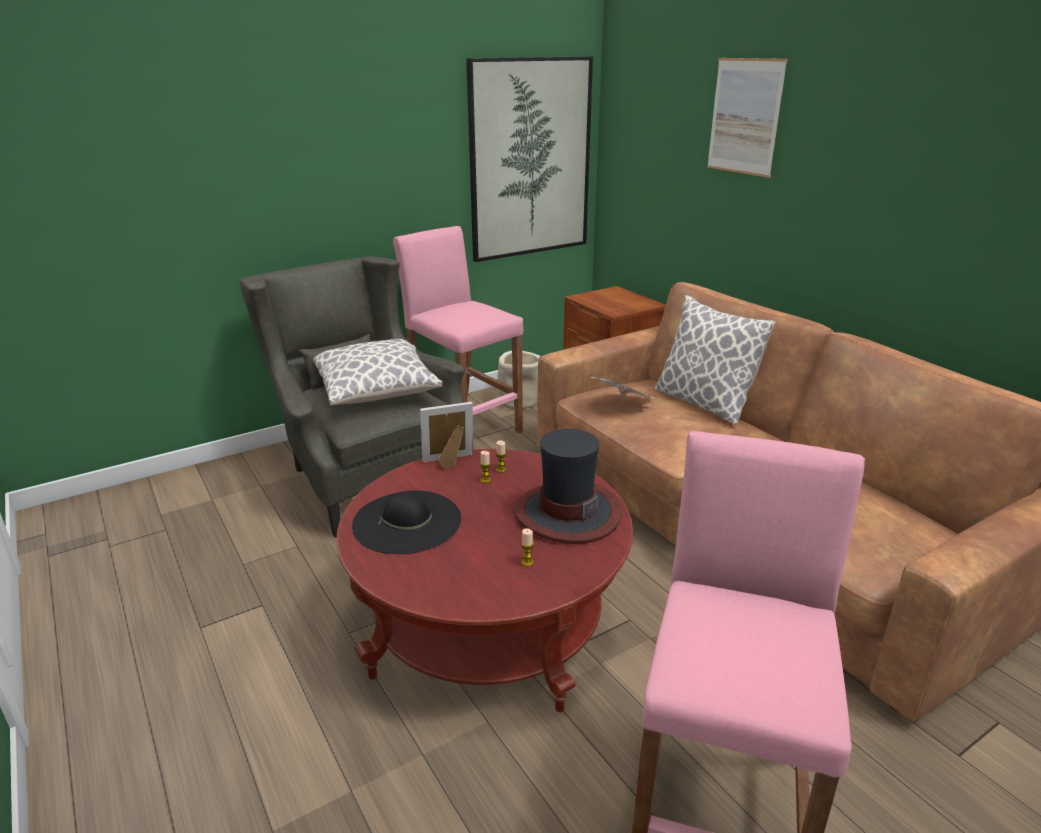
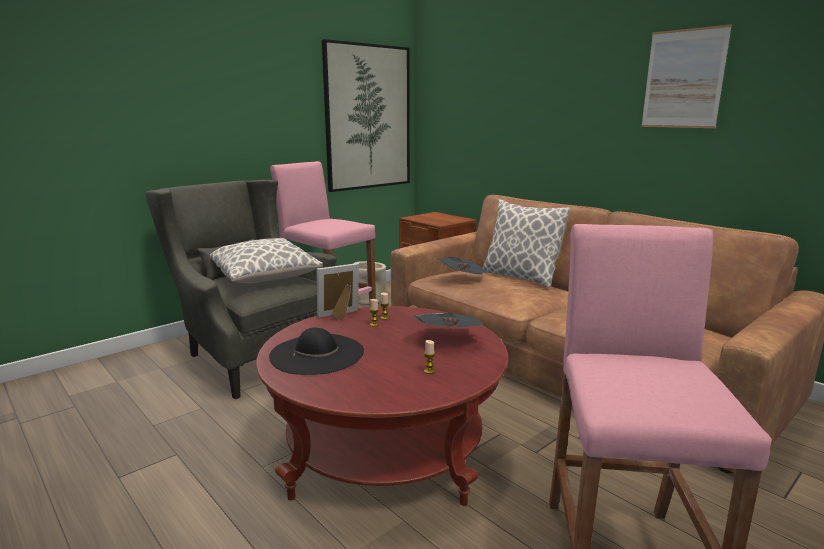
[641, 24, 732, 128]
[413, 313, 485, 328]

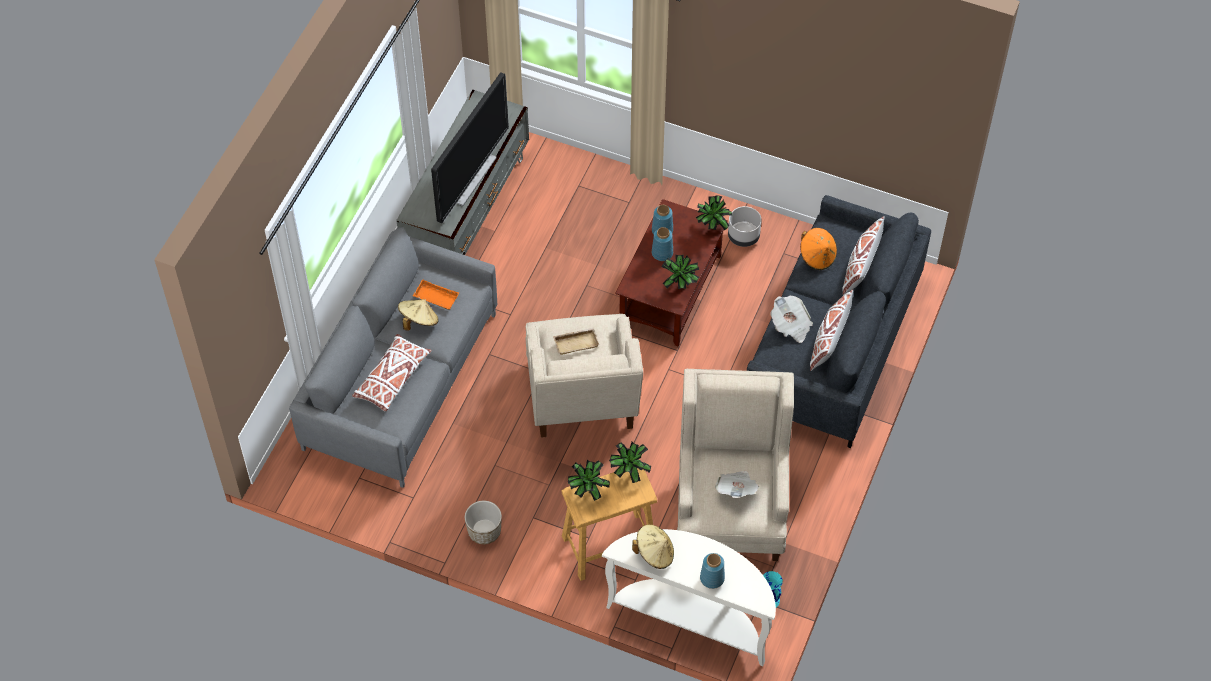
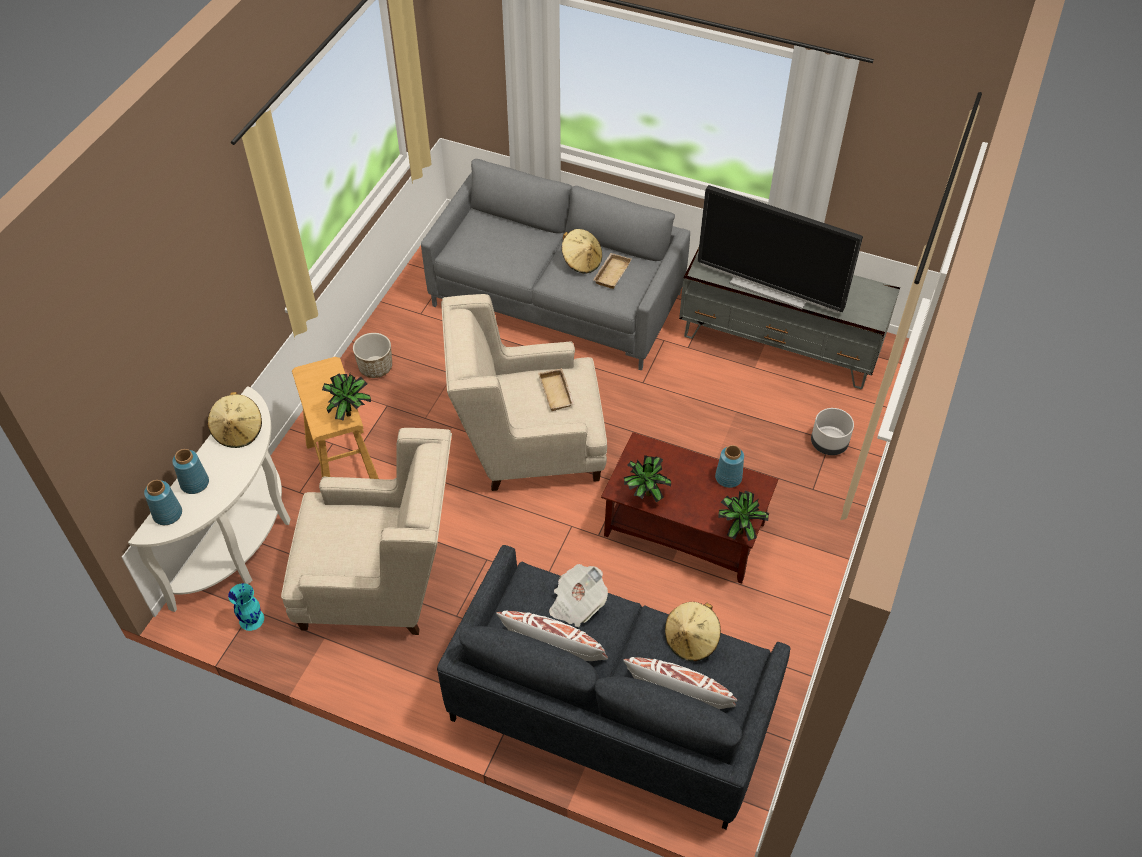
[352, 334, 432, 411] (first image)
[568, 460, 610, 501] (first image)
[715, 471, 759, 498] (first image)
[144, 480, 182, 525]
[811, 408, 854, 455]
[593, 253, 631, 289]
[665, 602, 721, 661]

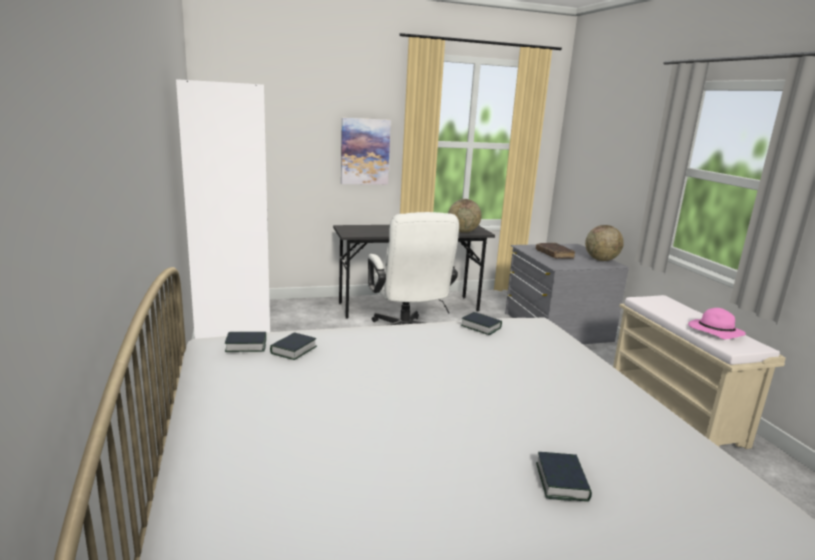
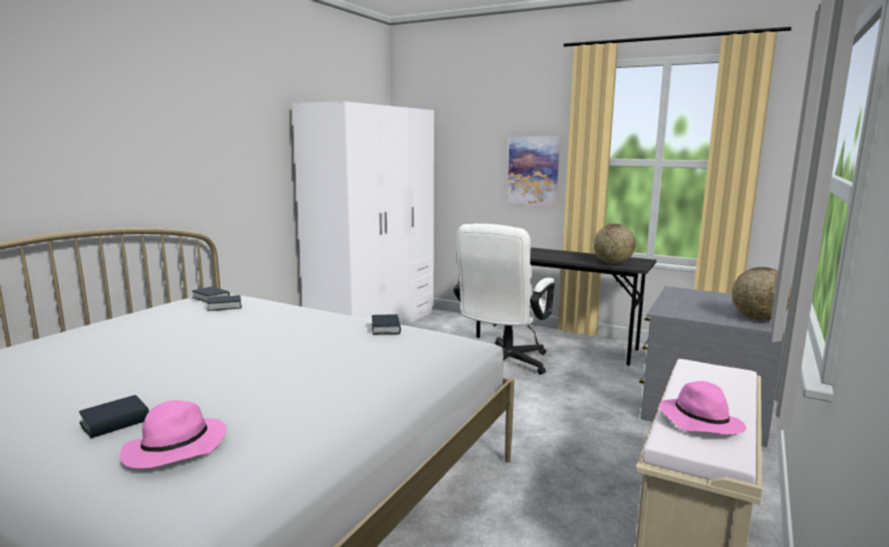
[536, 243, 575, 259] (first image)
[120, 400, 227, 469]

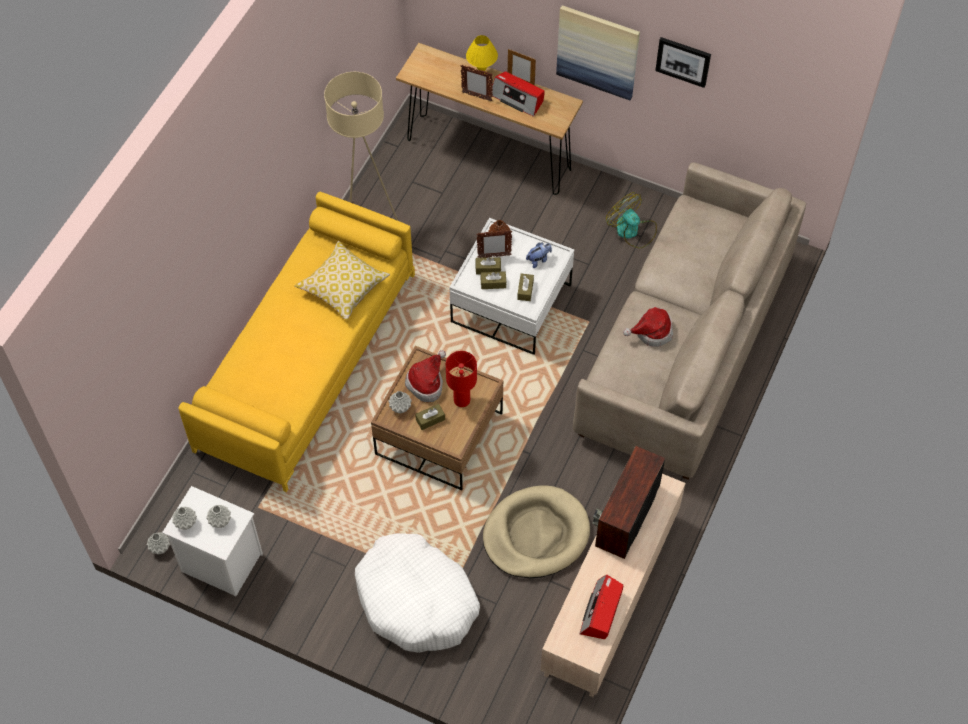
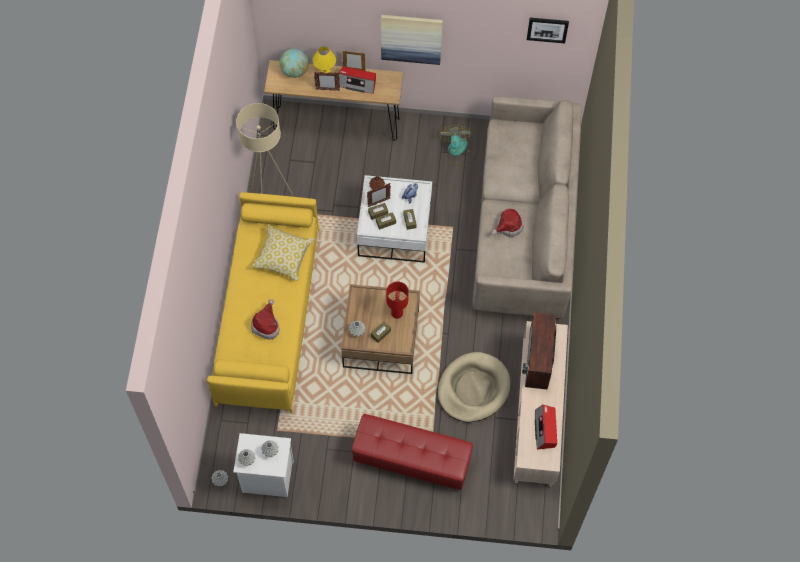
[279, 48, 309, 78]
[251, 299, 280, 340]
[527, 18, 569, 43]
[352, 414, 473, 490]
[439, 125, 476, 166]

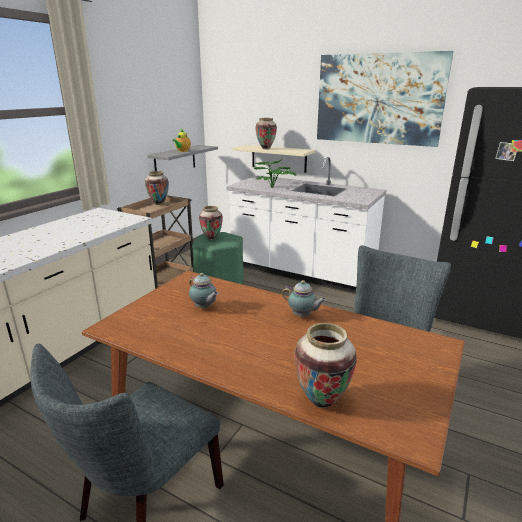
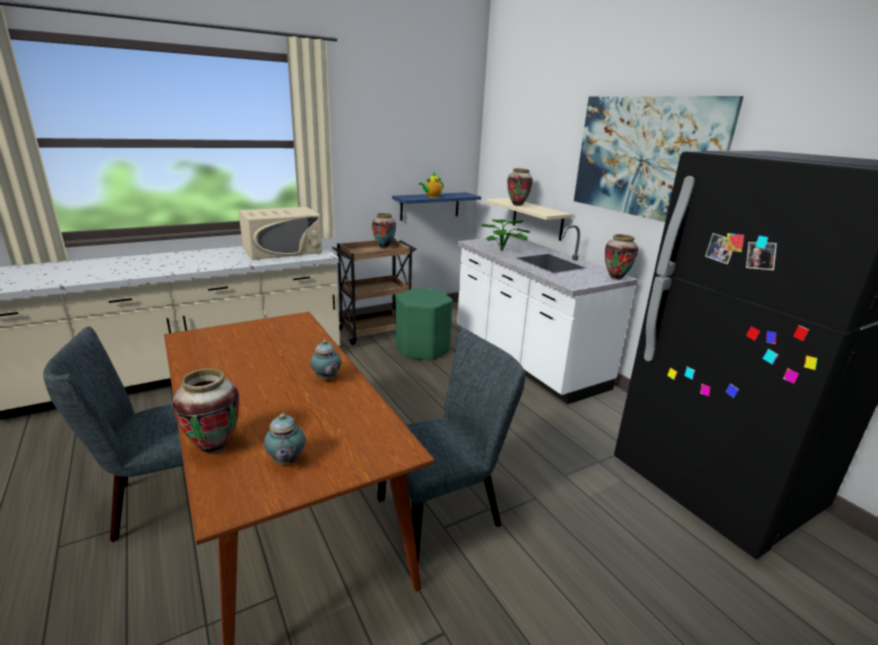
[238, 207, 322, 260]
[264, 412, 306, 465]
[605, 234, 638, 280]
[392, 192, 481, 221]

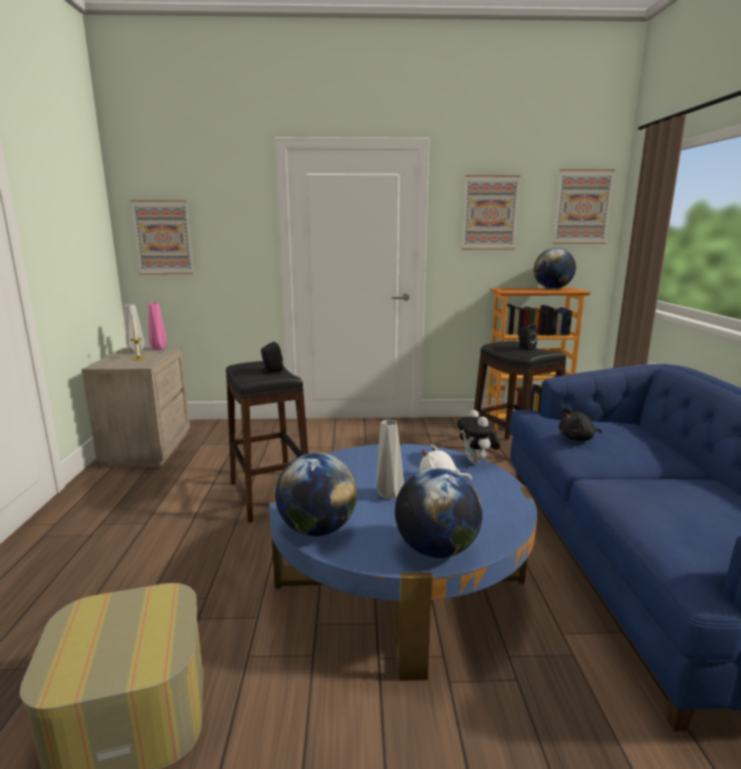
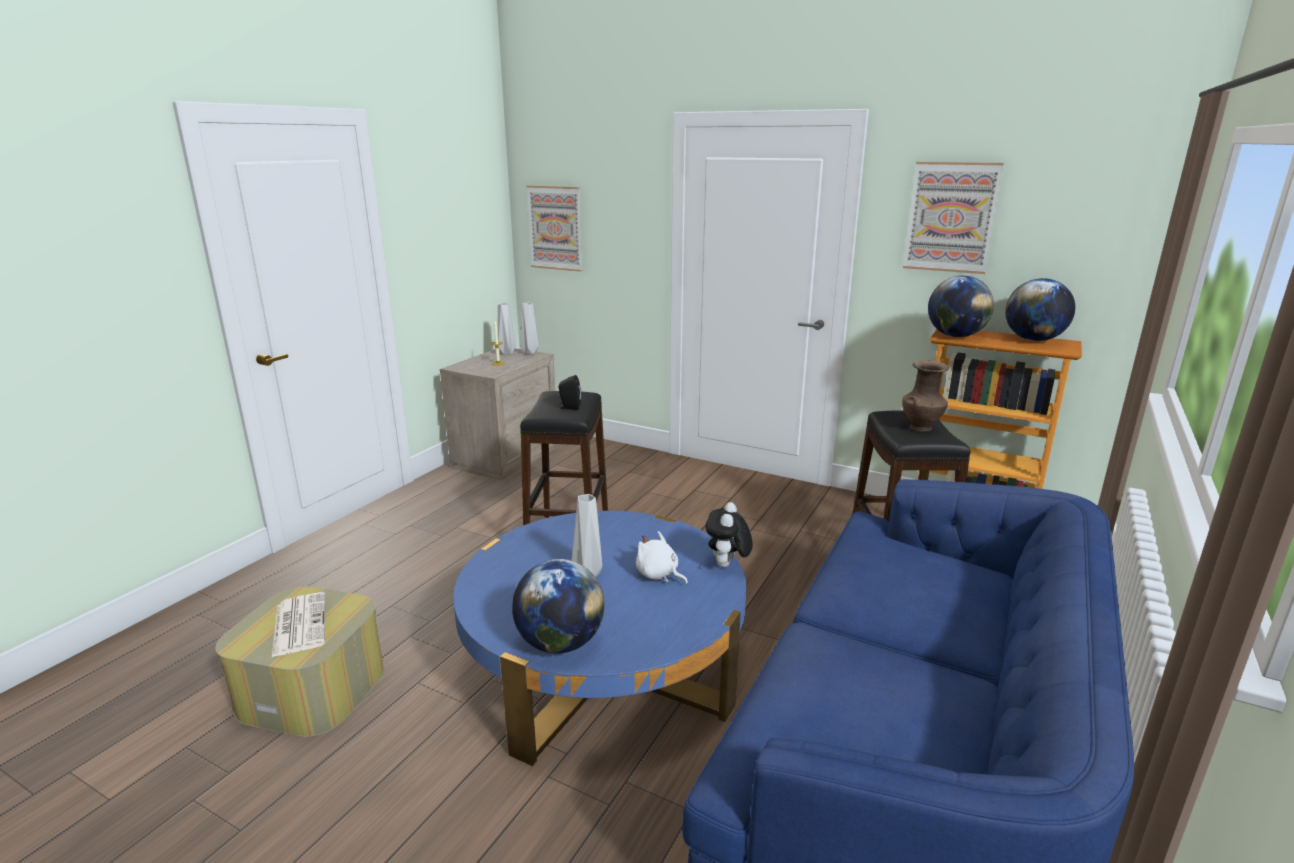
[553, 169, 615, 244] (first image)
[559, 407, 602, 441] (first image)
[272, 592, 325, 657]
[928, 276, 994, 337]
[902, 360, 949, 431]
[520, 303, 538, 355]

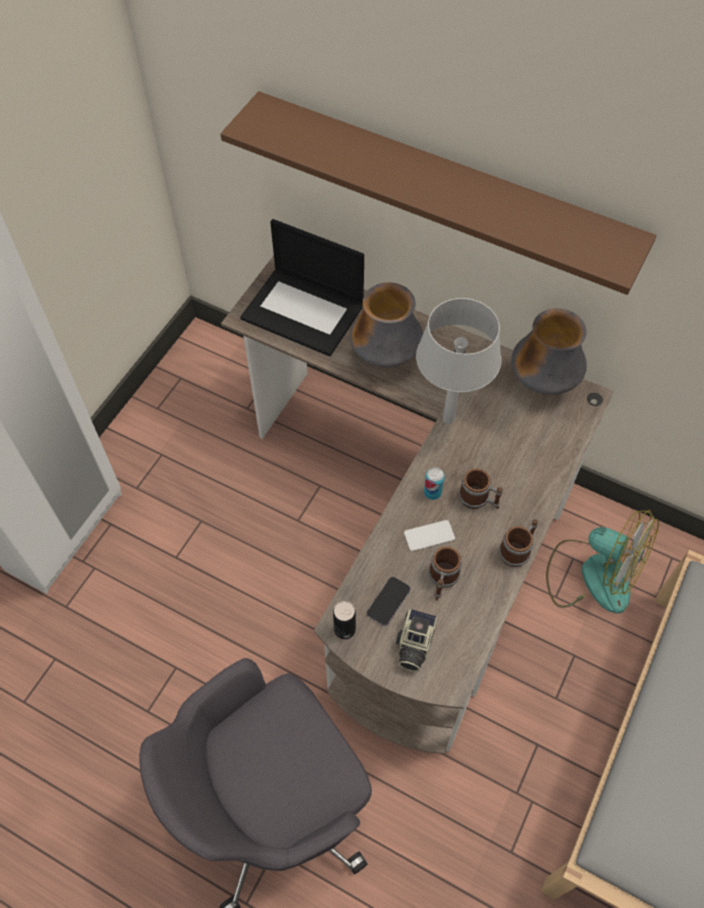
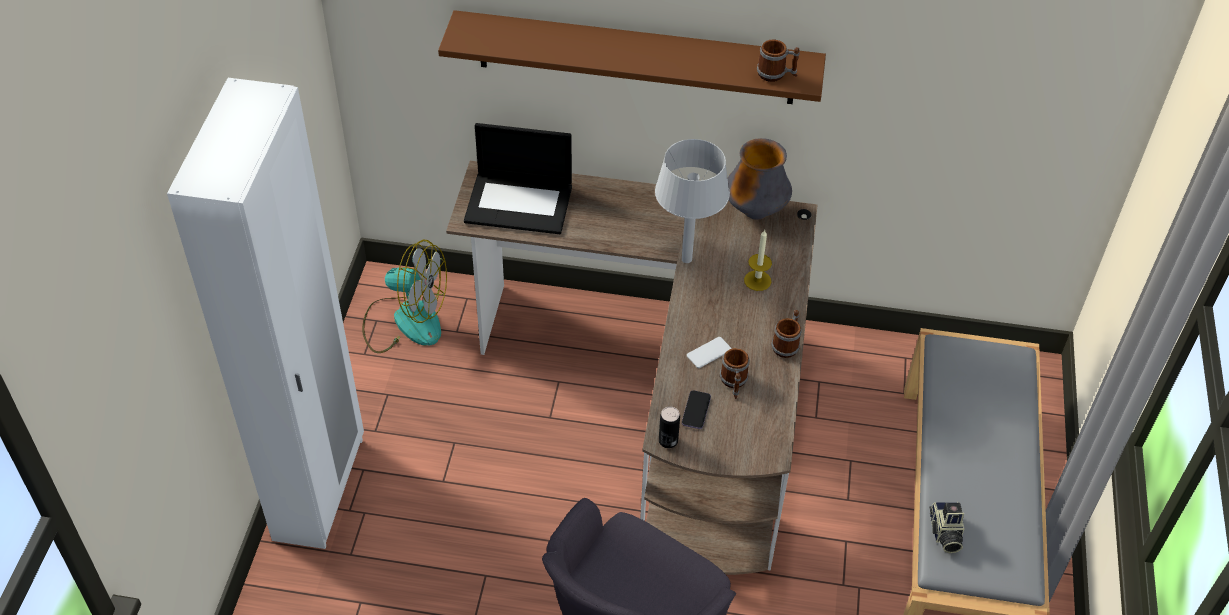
[350, 282, 423, 368] (first image)
[424, 467, 445, 500] (first image)
[744, 230, 772, 291]
[929, 502, 965, 553]
[757, 40, 800, 82]
[362, 239, 447, 353]

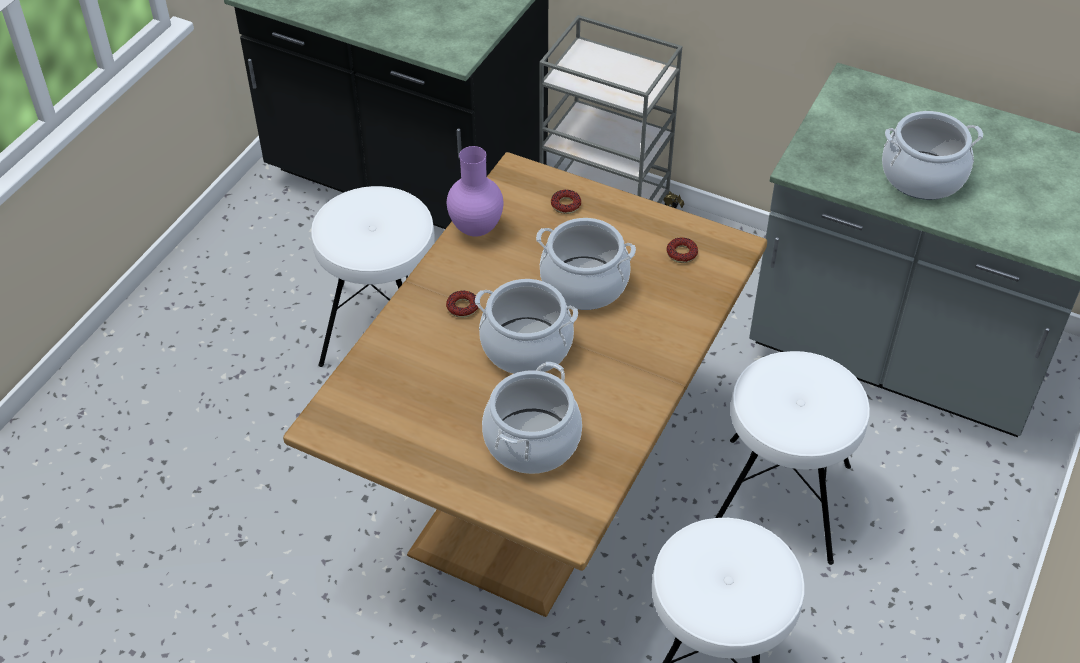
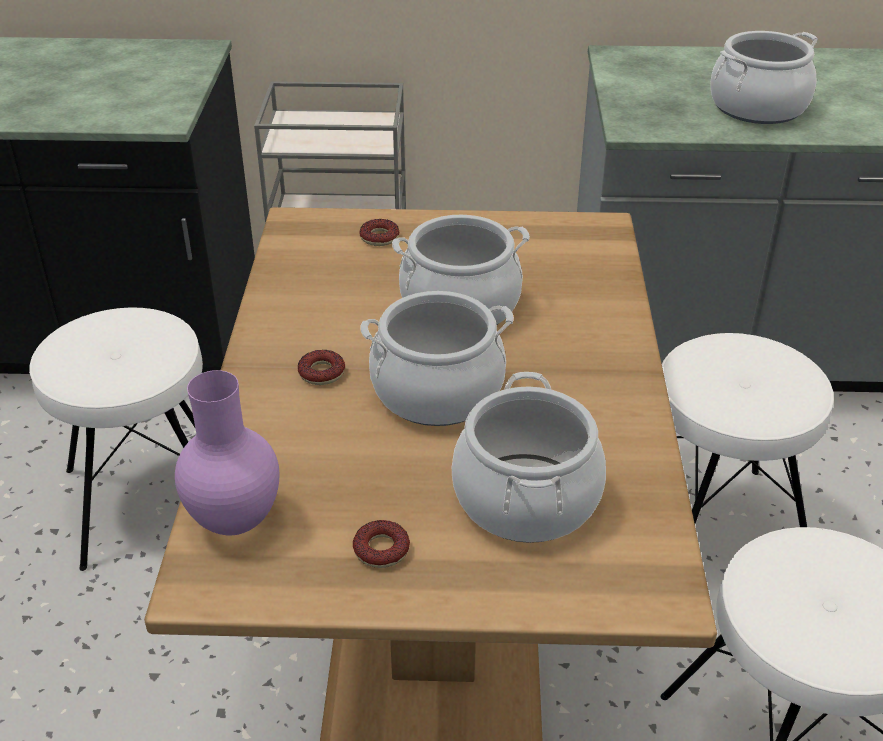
[175, 370, 280, 535]
[353, 520, 410, 568]

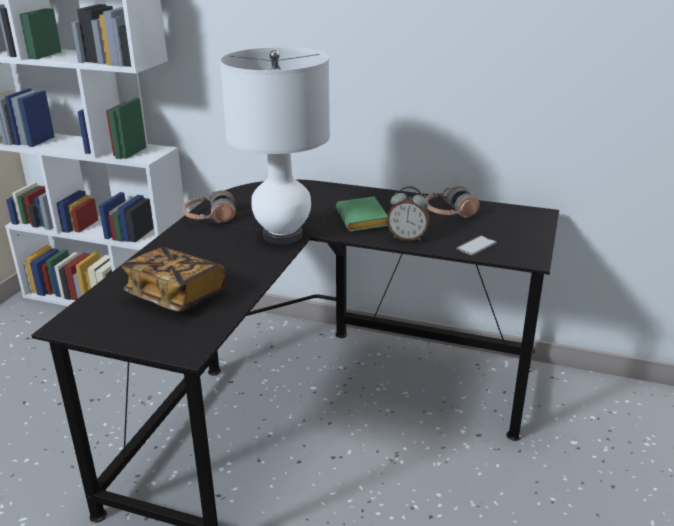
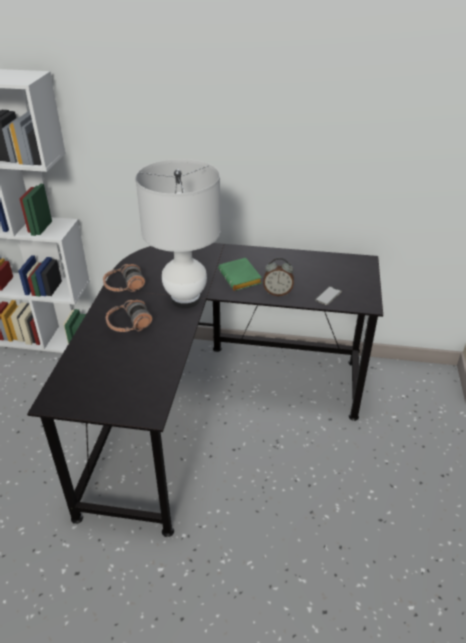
[122, 247, 225, 312] (first image)
[106, 300, 152, 332]

